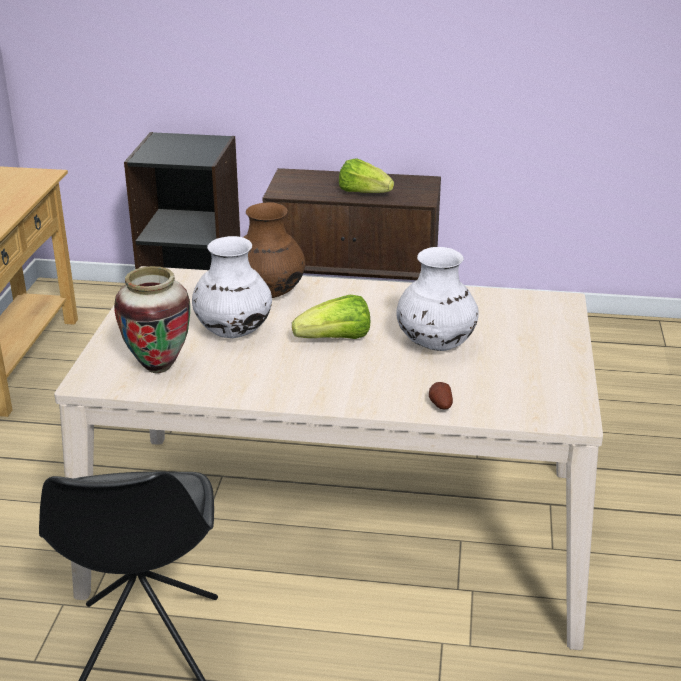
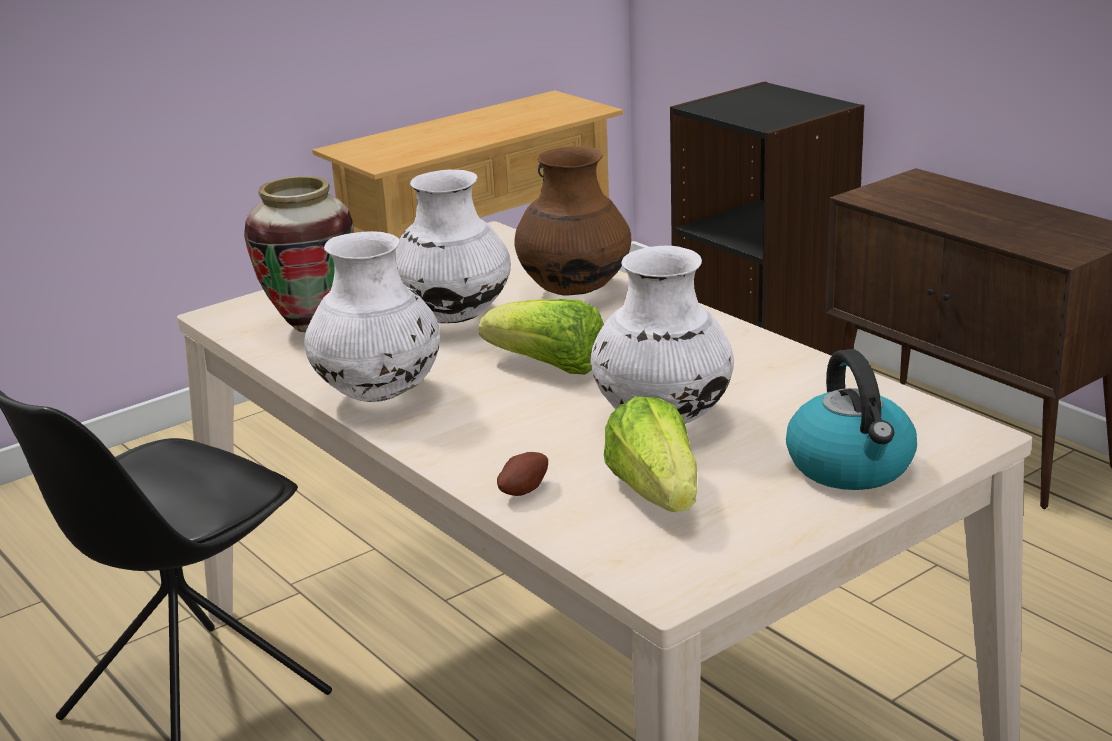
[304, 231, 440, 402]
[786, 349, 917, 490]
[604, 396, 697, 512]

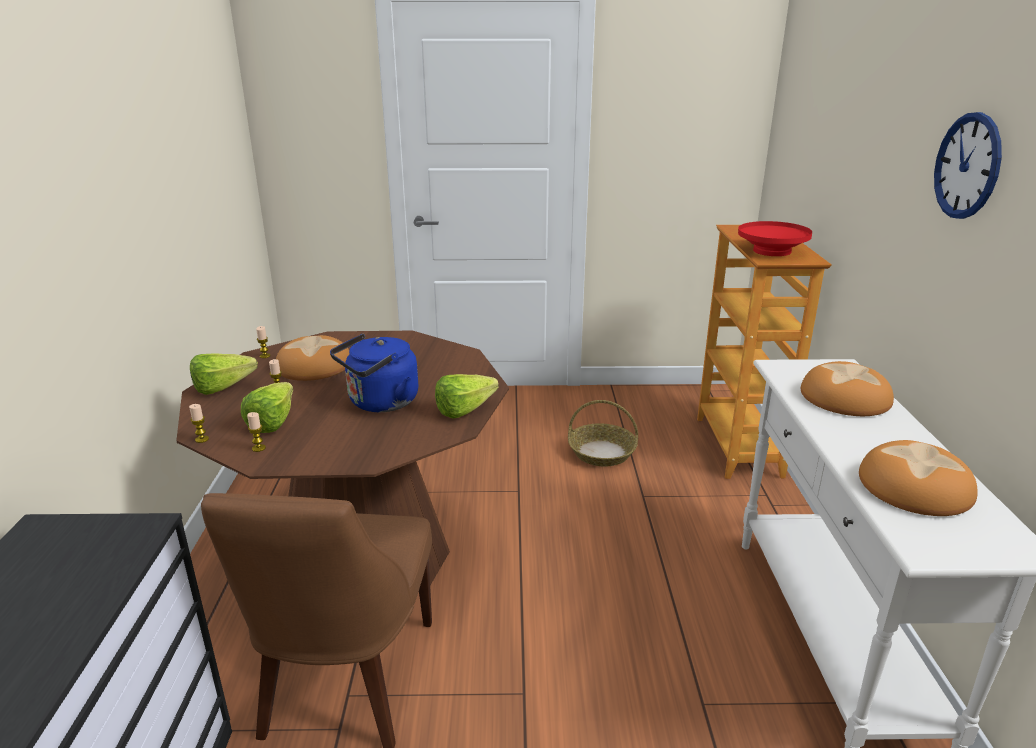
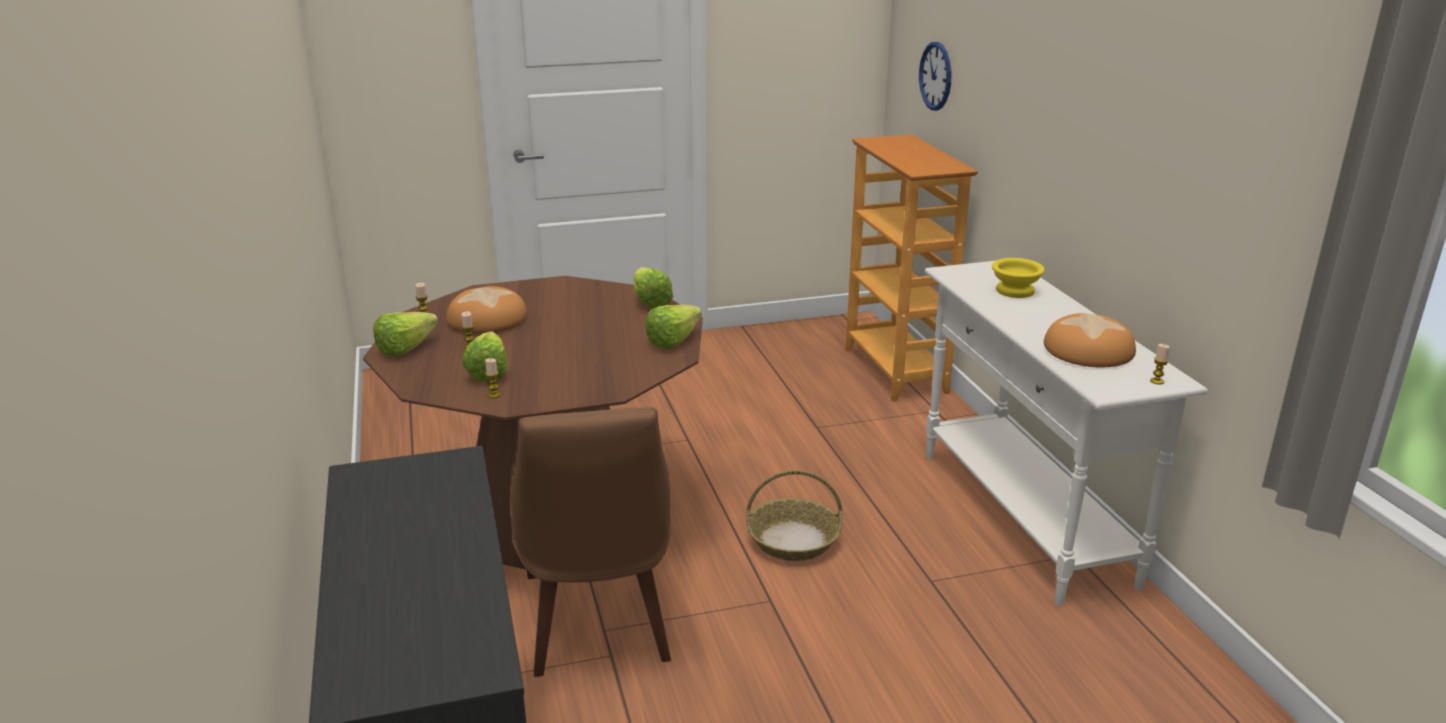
[330, 333, 418, 412] (first image)
[738, 221, 812, 256] (first image)
[633, 267, 673, 308]
[1150, 344, 1170, 385]
[746, 470, 842, 561]
[919, 42, 951, 111]
[992, 258, 1045, 298]

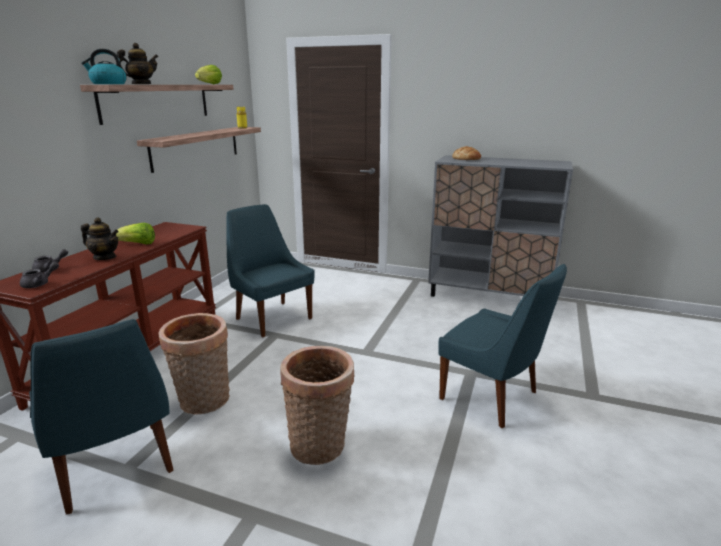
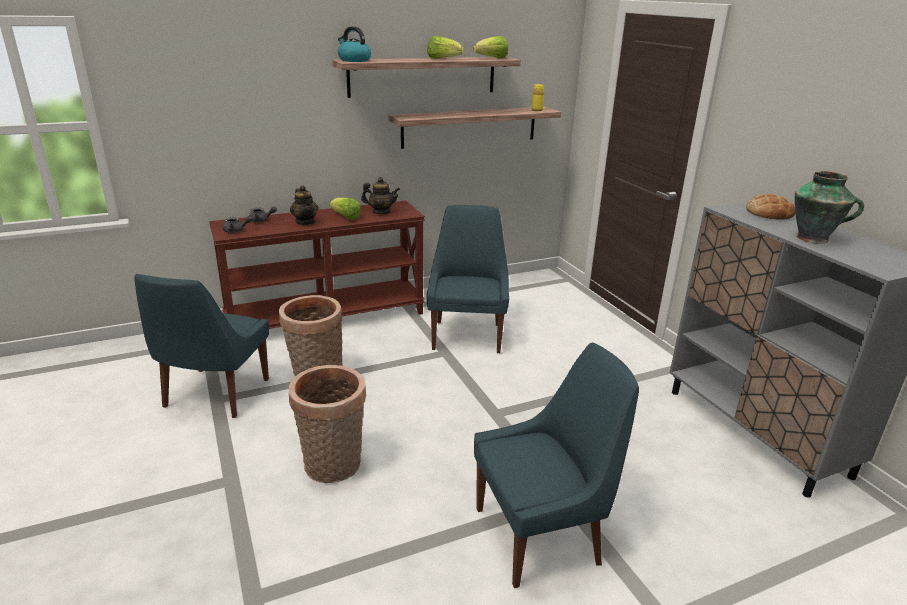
[427, 36, 464, 59]
[795, 171, 864, 244]
[361, 177, 400, 214]
[474, 343, 639, 588]

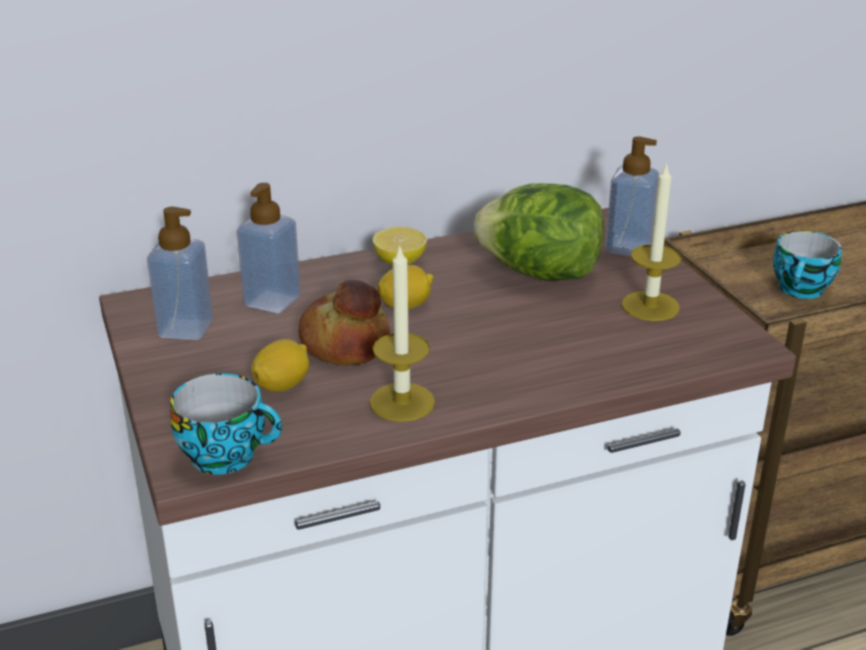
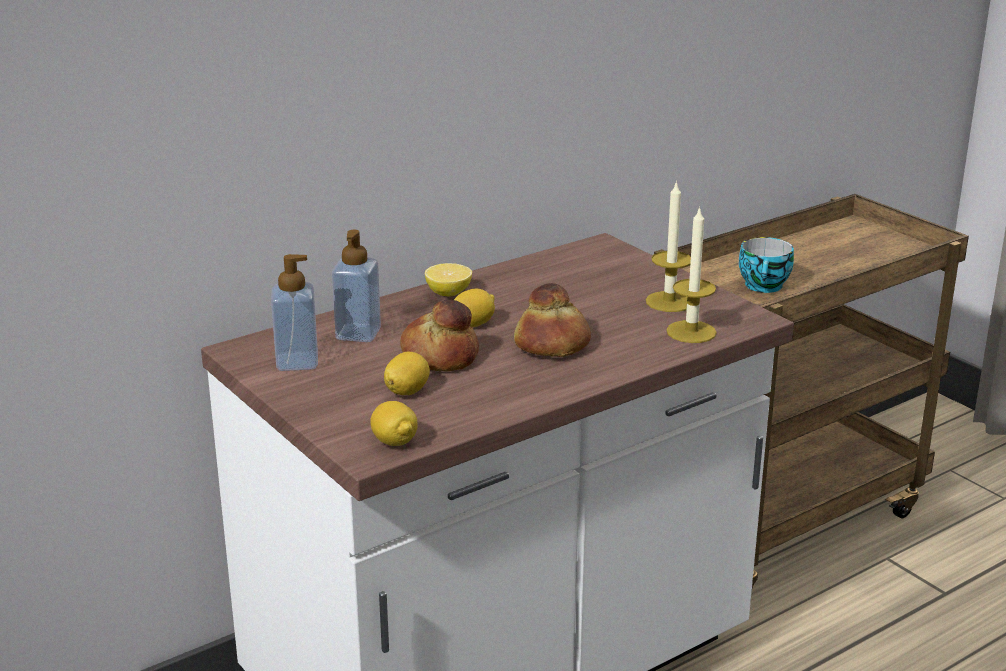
[473, 183, 604, 281] (first image)
[605, 136, 659, 257] (first image)
[514, 283, 591, 357]
[666, 206, 717, 343]
[370, 401, 418, 446]

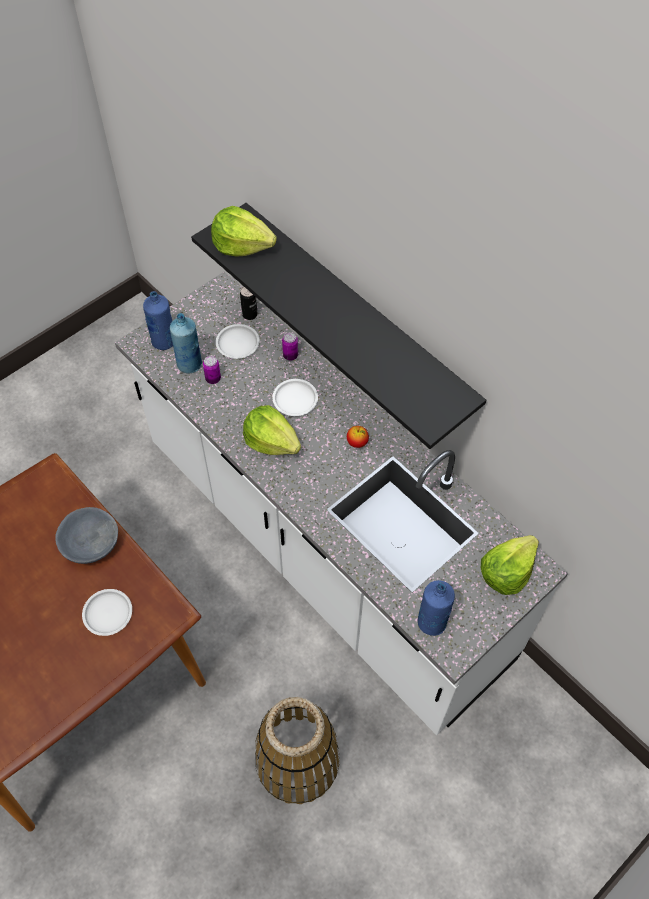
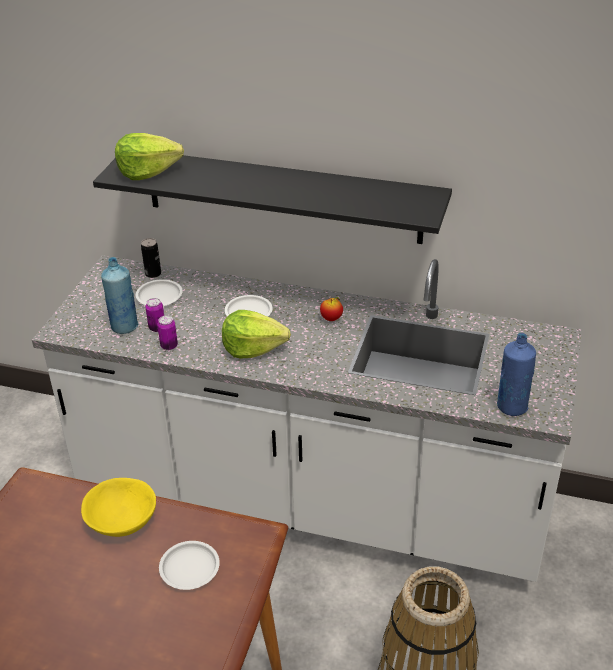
[143, 291, 173, 350] (first image)
[481, 535, 539, 595] (first image)
[157, 315, 178, 350]
[81, 478, 156, 537]

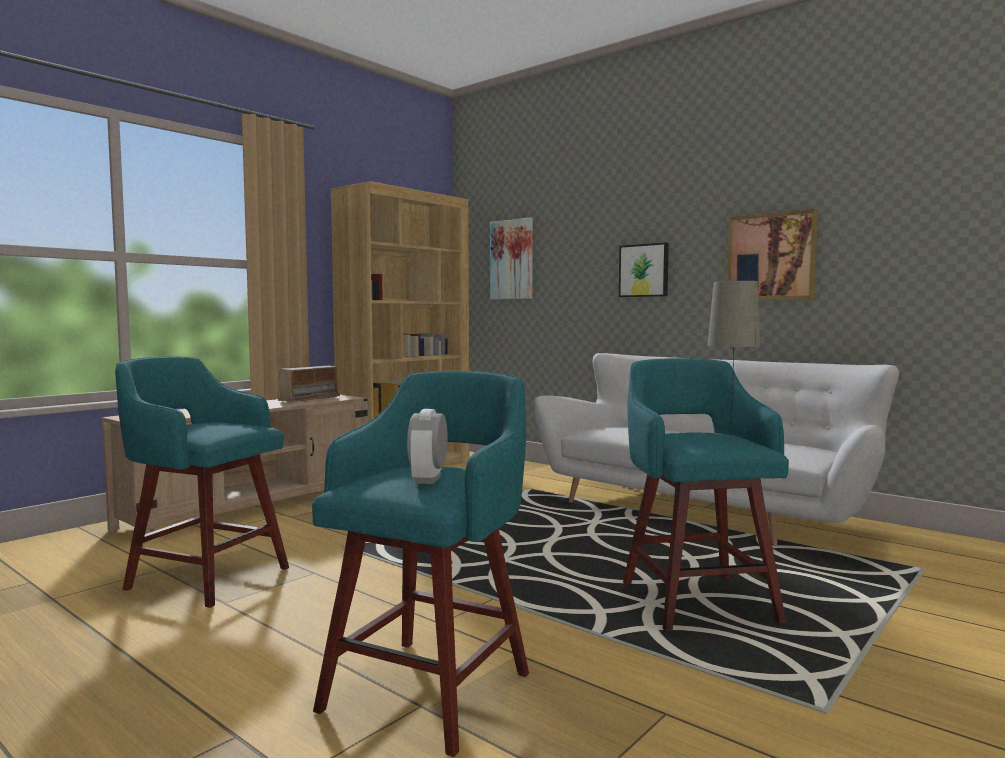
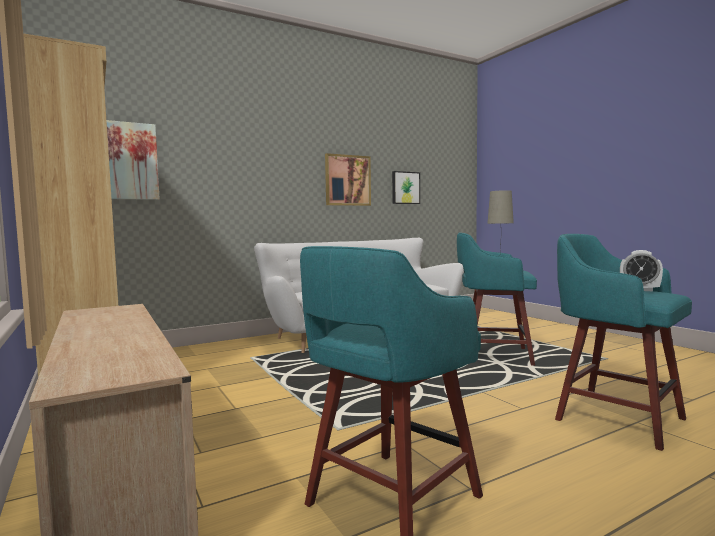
[278, 365, 340, 402] (first image)
[392, 171, 420, 204]

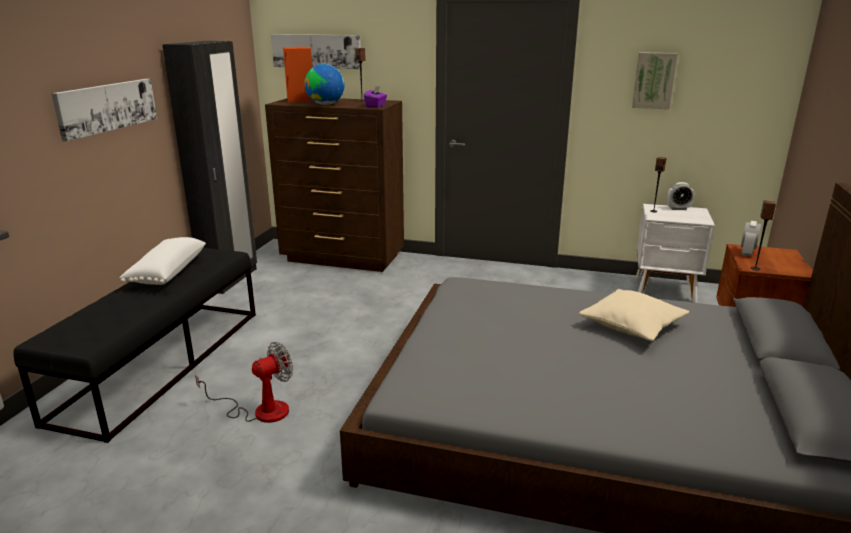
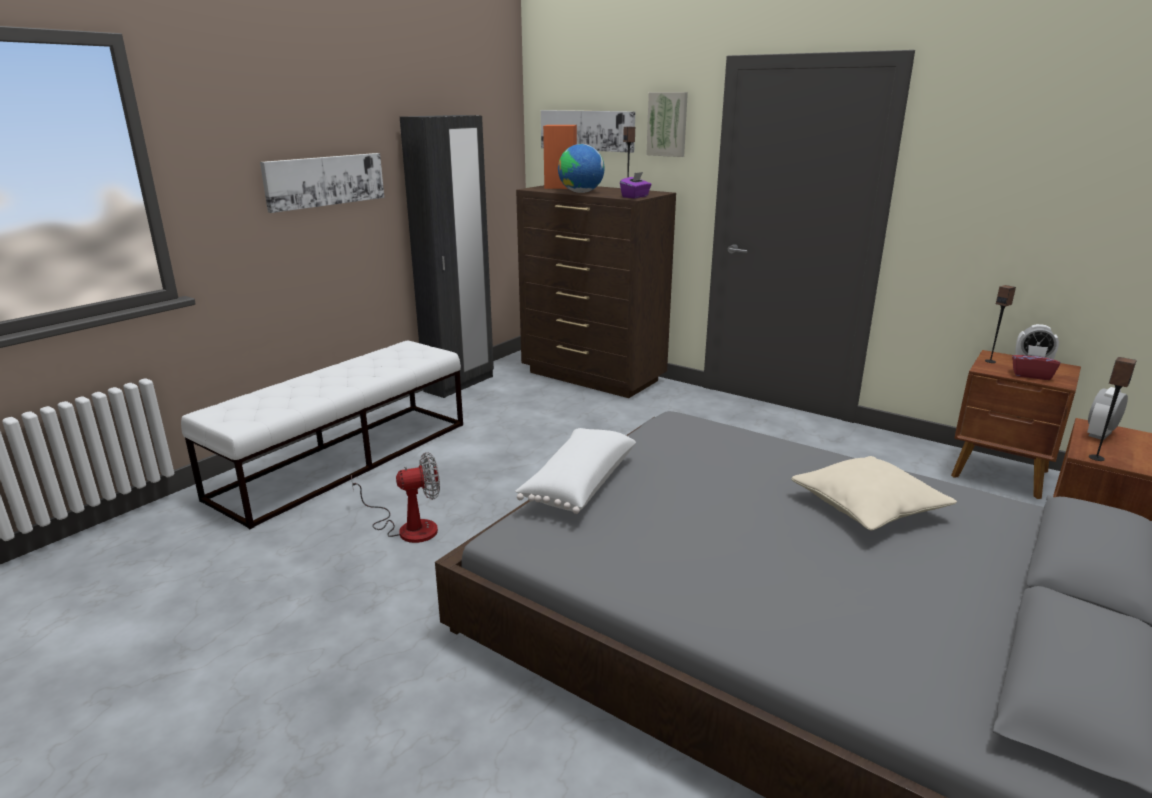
[1012, 345, 1060, 380]
[515, 428, 636, 514]
[646, 92, 688, 157]
[181, 340, 463, 529]
[951, 350, 1081, 499]

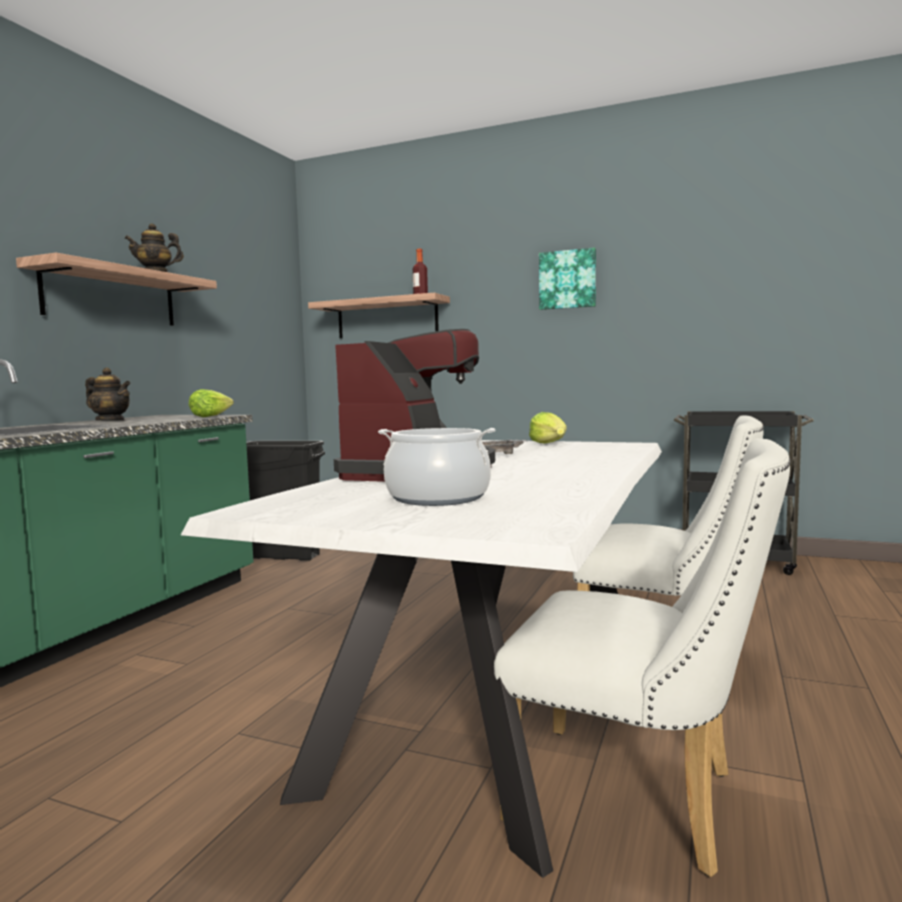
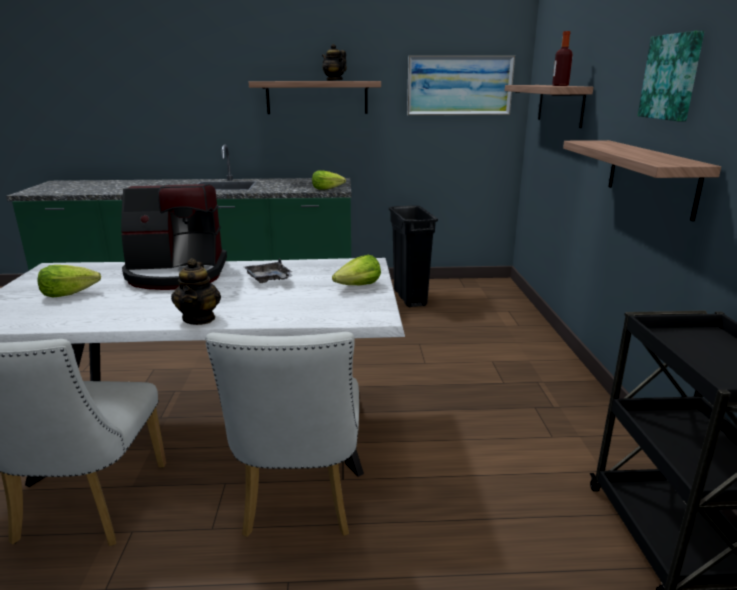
[407, 55, 515, 115]
[563, 140, 721, 221]
[171, 258, 221, 325]
[37, 265, 101, 297]

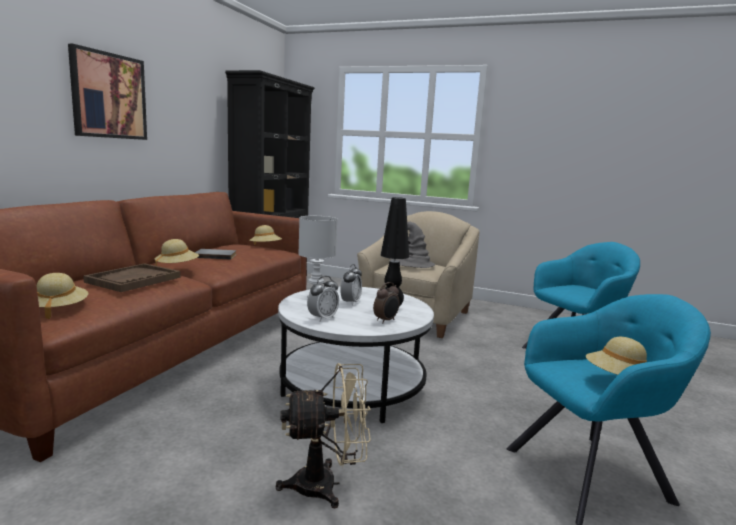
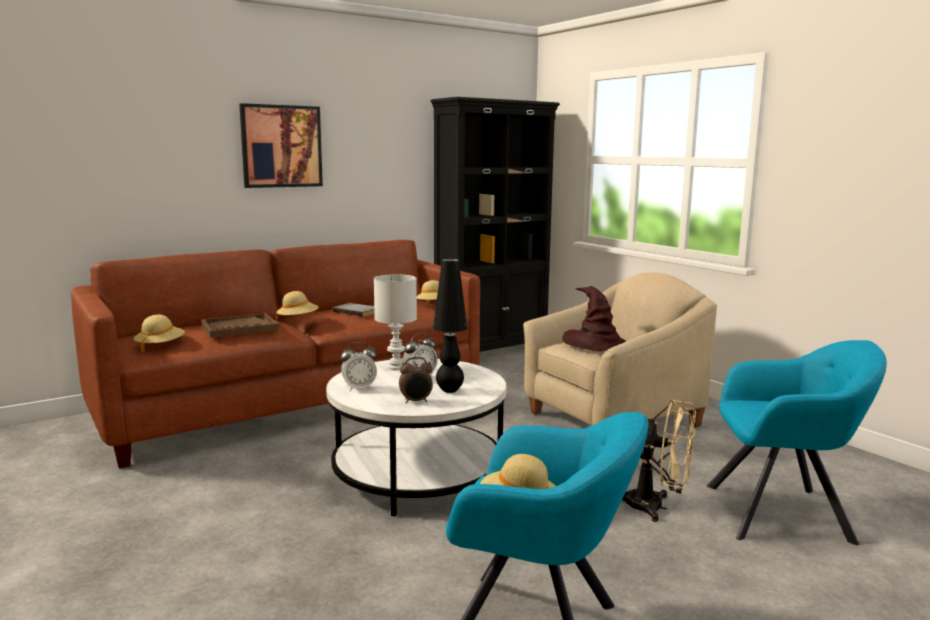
[622, 400, 696, 522]
[562, 286, 626, 351]

